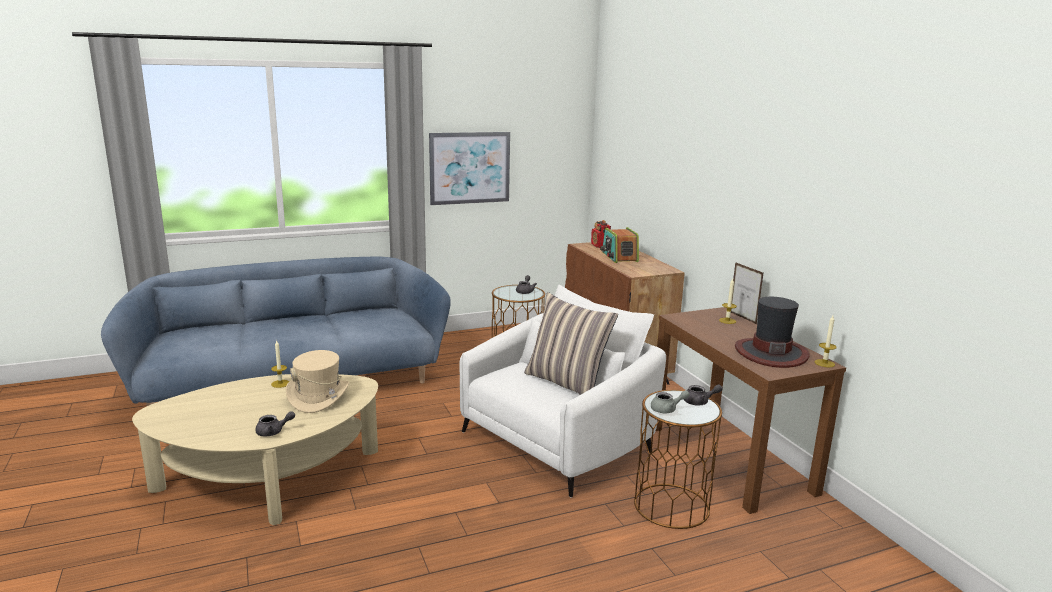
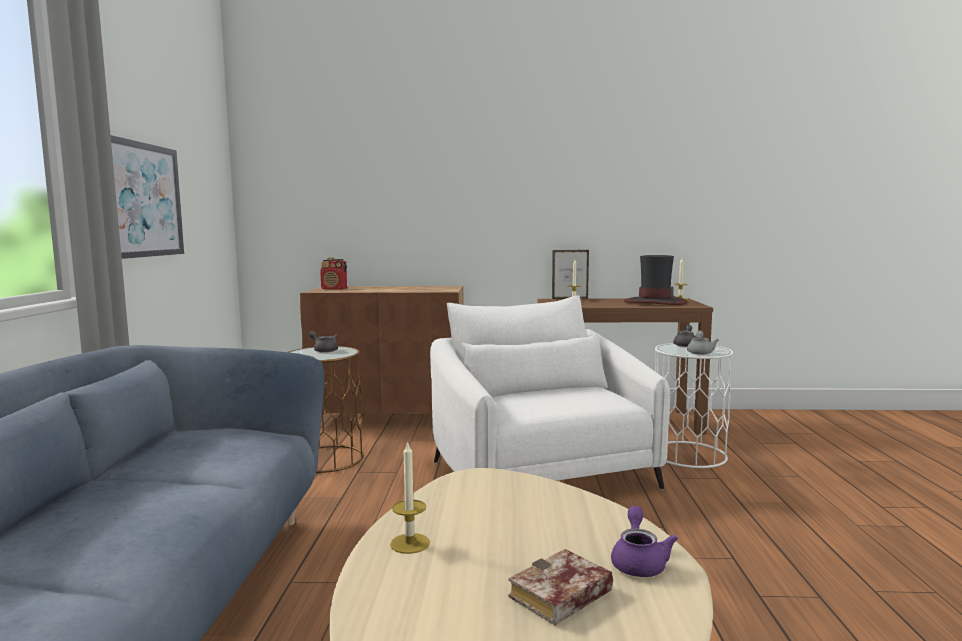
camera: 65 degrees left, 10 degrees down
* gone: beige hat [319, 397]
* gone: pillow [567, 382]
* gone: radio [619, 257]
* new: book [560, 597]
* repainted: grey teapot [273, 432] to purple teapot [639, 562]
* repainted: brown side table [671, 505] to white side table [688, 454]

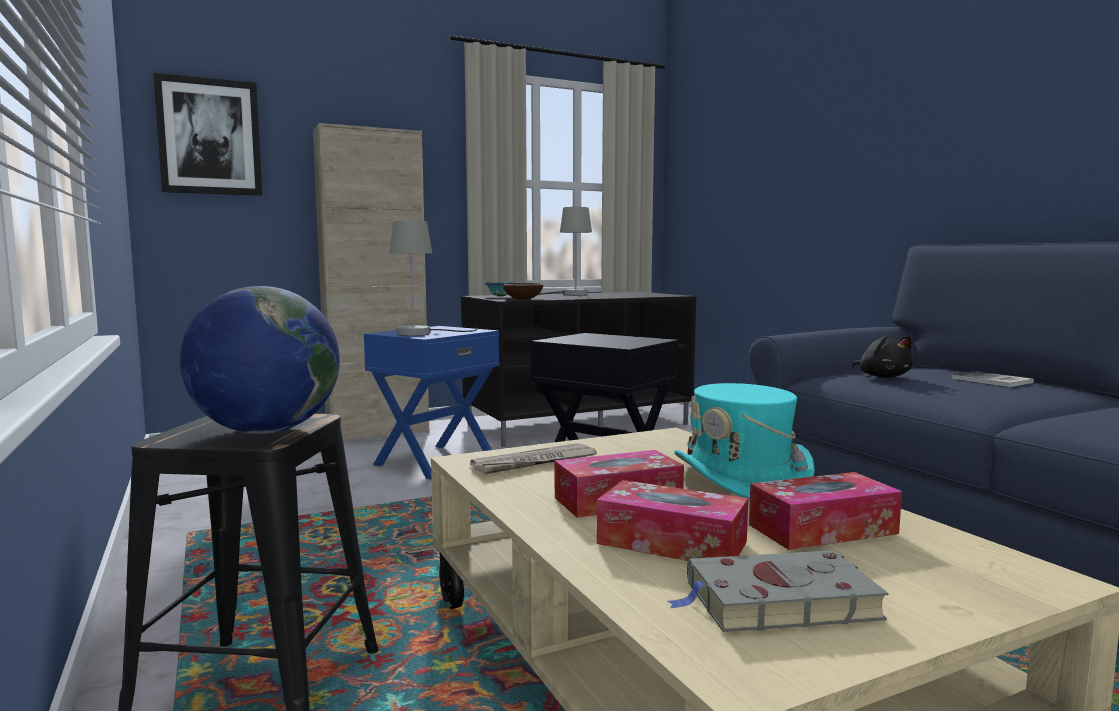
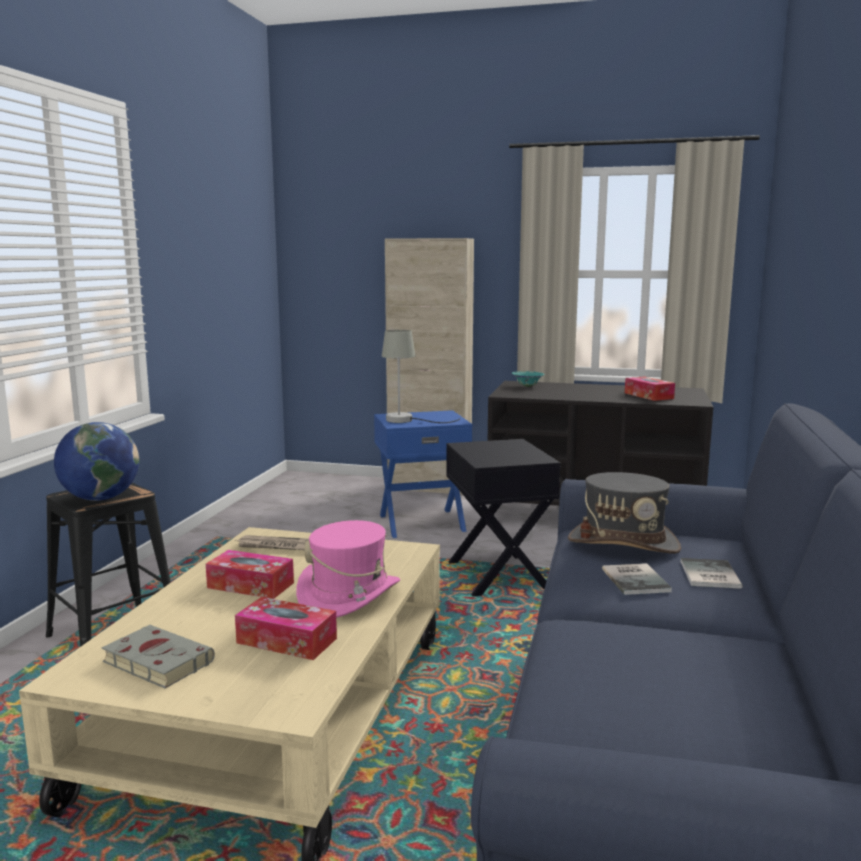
camera: 40 degrees right, 5 degrees up
* gone: picture [209, 137]
* gone: brown bowl [522, 299]
* gone: grey table lamp [568, 295]
* new: book [636, 579]
* shifted: tissue box [671, 543] to [648, 396]
* swapped: black plush toy [883, 377] to grey hat [623, 543]
* repainted: turquoise hat [742, 479] to pink hat [349, 596]

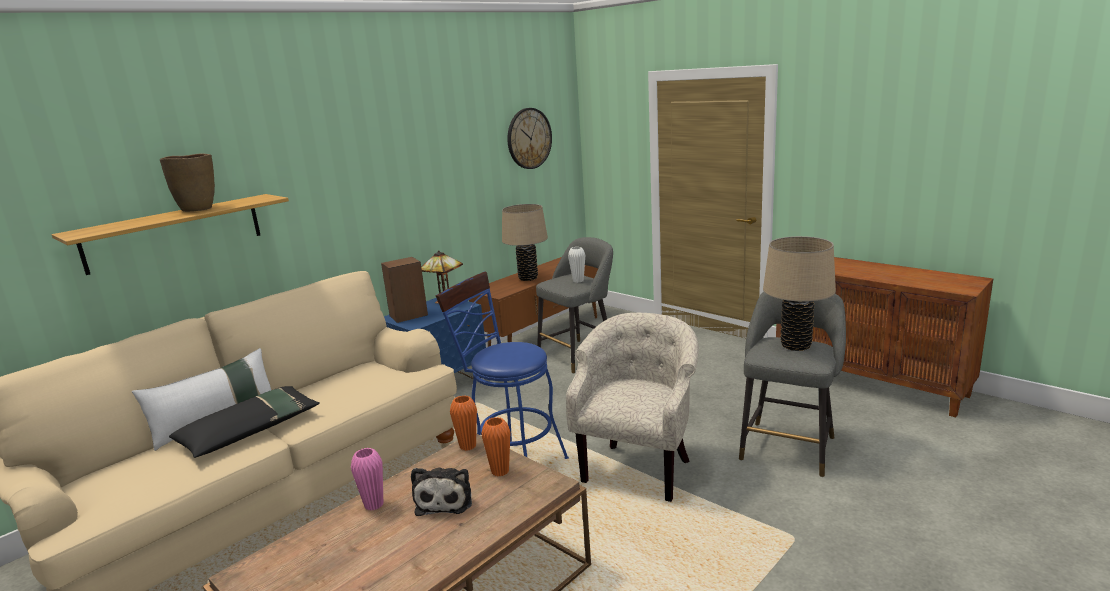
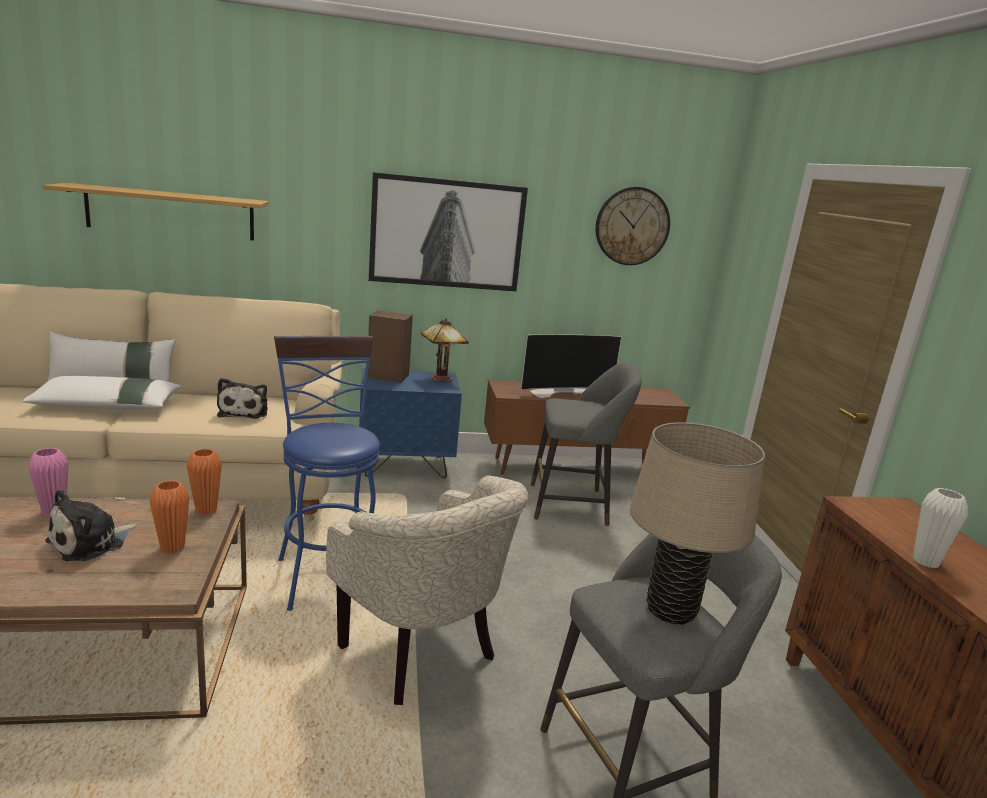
camera: 35 degrees right, 0 degrees up
* gone: brown vase [198, 209]
* new: plush toy [244, 412]
* new: picture [447, 234]
* shifted: white vase [578, 281] to [925, 561]
* swapped: beige table lamp [528, 278] to television [564, 392]
* repainted: black pillow [250, 431] to white pillow [107, 406]
* rotated: beige armchair [639, 468] = [423, 656] 75 degrees clockwise

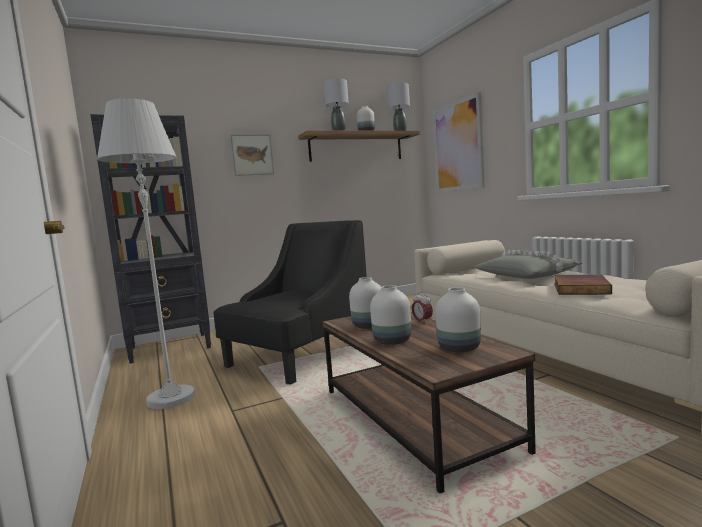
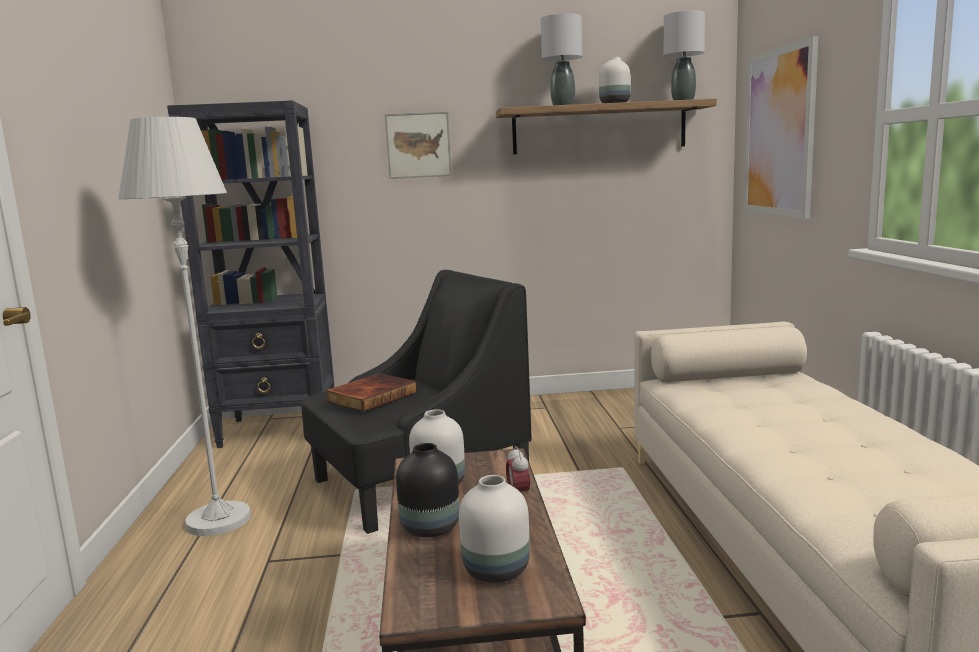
camera: 20 degrees right, 5 degrees up
* gone: grey pillow [527, 275]
* shifted: book [579, 288] to [371, 396]
* repainted: white vase [391, 341] to black vase [428, 528]

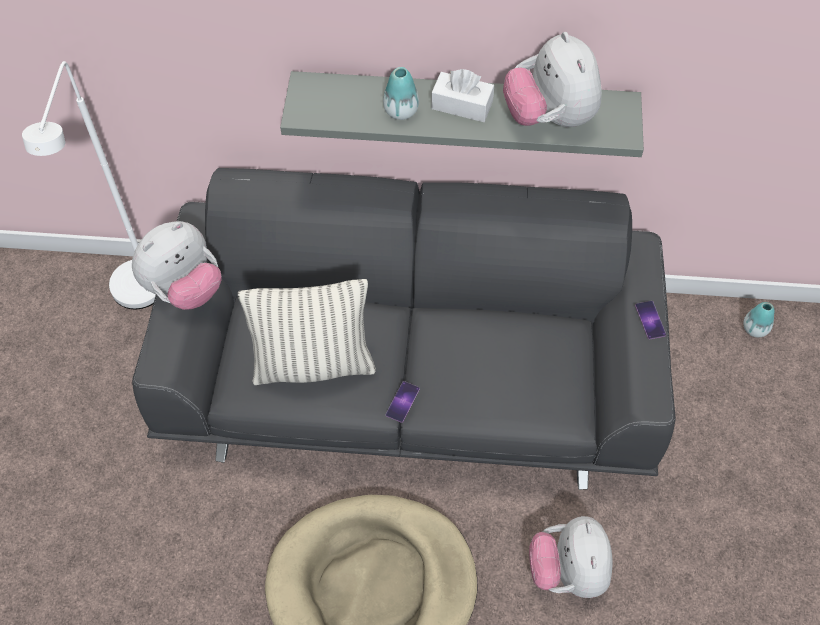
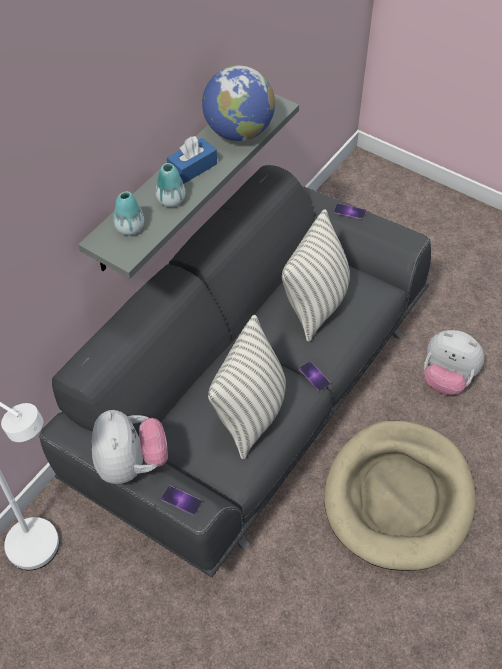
camera: 60 degrees left, 5 degrees down
* new: phone [181, 500]
* new: pillow [315, 304]
* shifted: vase [755, 329] to [130, 228]
* swapped: plush toy [549, 117] to globe [239, 132]
* repainted: white tissue box [462, 105] to blue tissue box [192, 168]

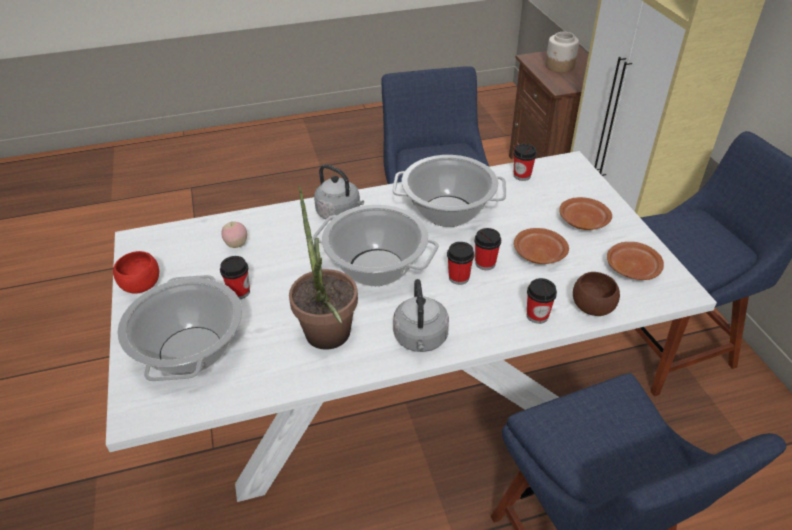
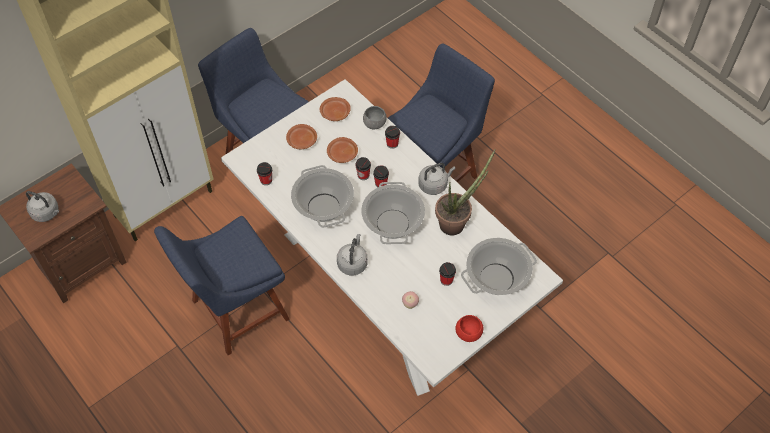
camera: 115 degrees left, 15 degrees up
* swapped: jar [559, 66] to grey kettle [47, 213]
* repainted: brown bowl [592, 307] to grey bowl [374, 124]

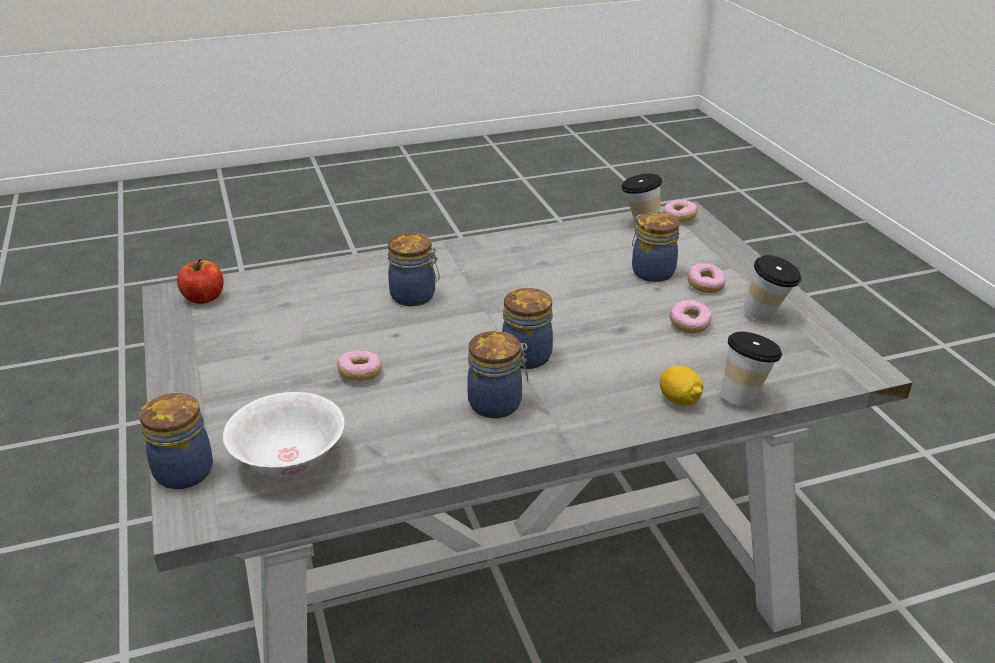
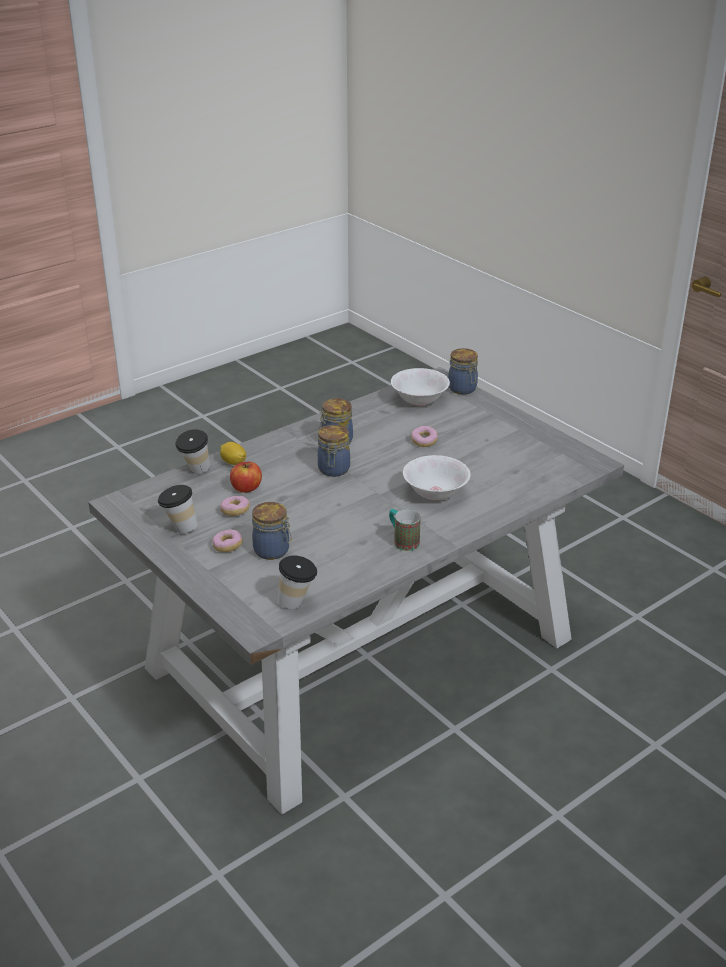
camera: 160 degrees right, 0 degrees up
* gone: donut [679, 218]
* new: mug [402, 541]
* shifted: apple [203, 298] to [246, 488]
* swapped: jar [415, 296] to white bowl [435, 494]

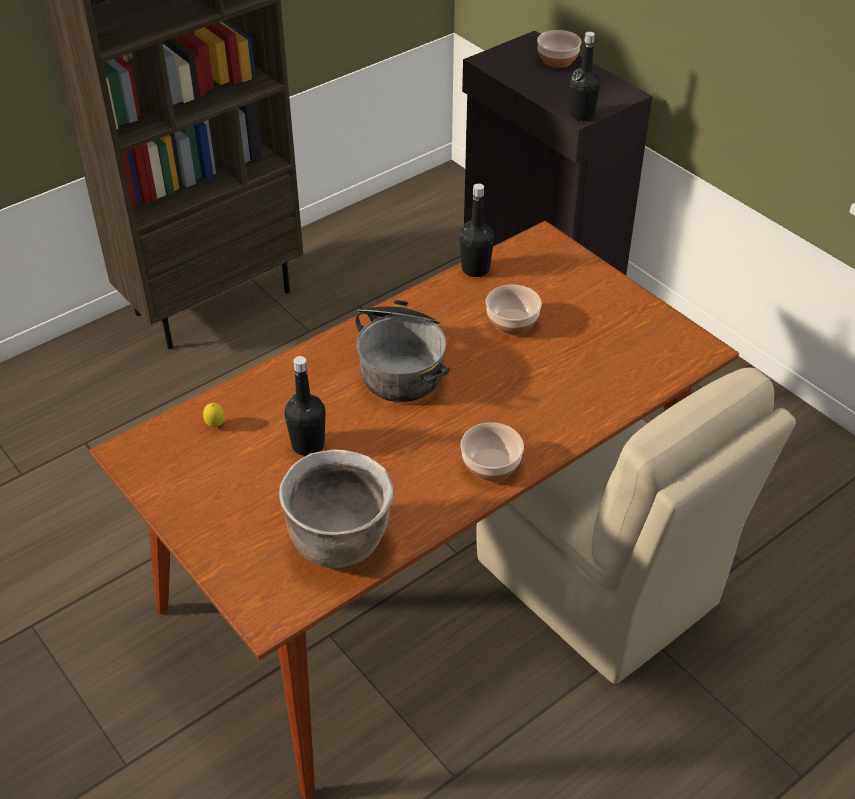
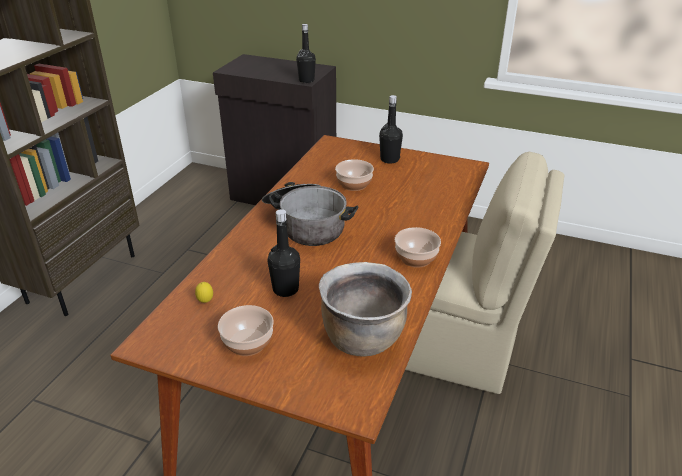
camera: 30 degrees left, 10 degrees down
* shifted: black bottle [475, 269] to [389, 159]
* shifted: bowl [557, 60] to [247, 343]

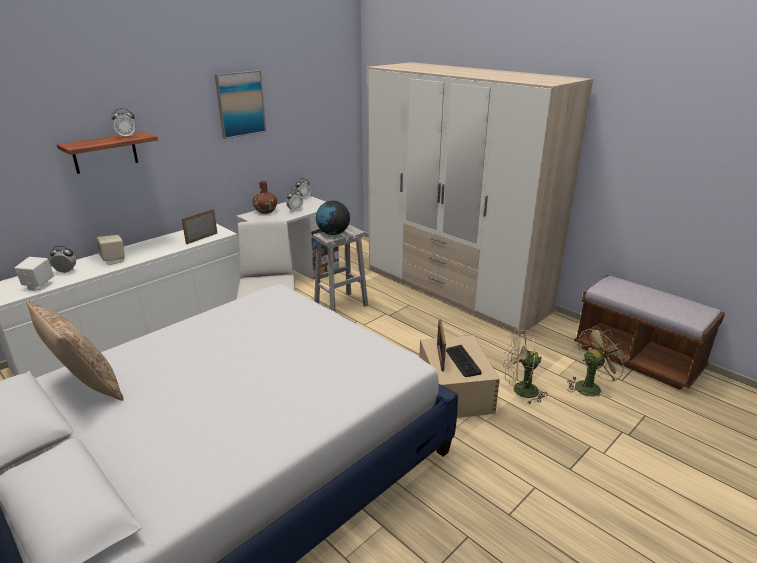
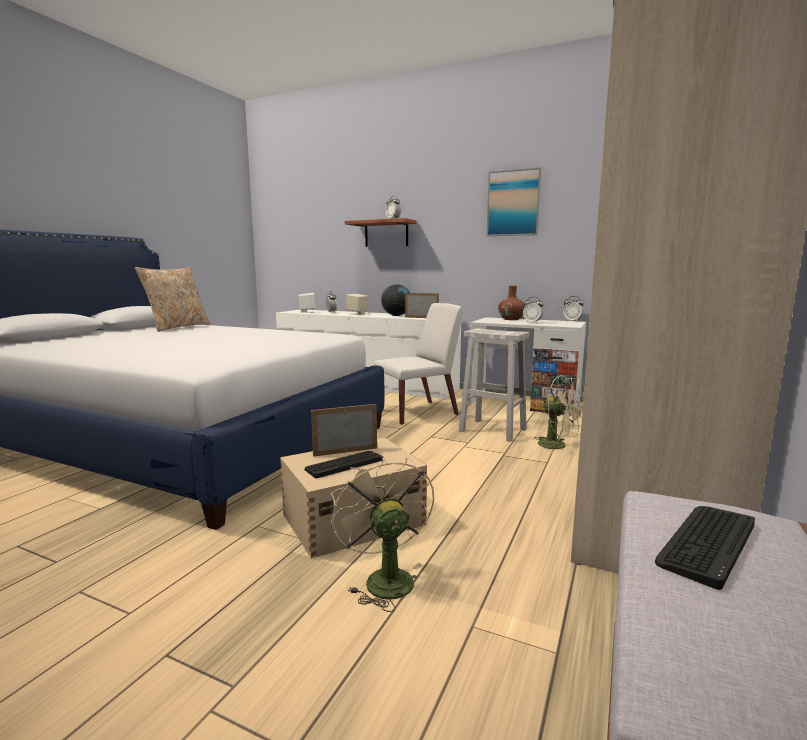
camera: 70 degrees right, 15 degrees down
* new: keyboard [706, 543]
* shifted: globe [333, 233] to [396, 315]
* shifted: beige fan [591, 386] to [558, 446]

